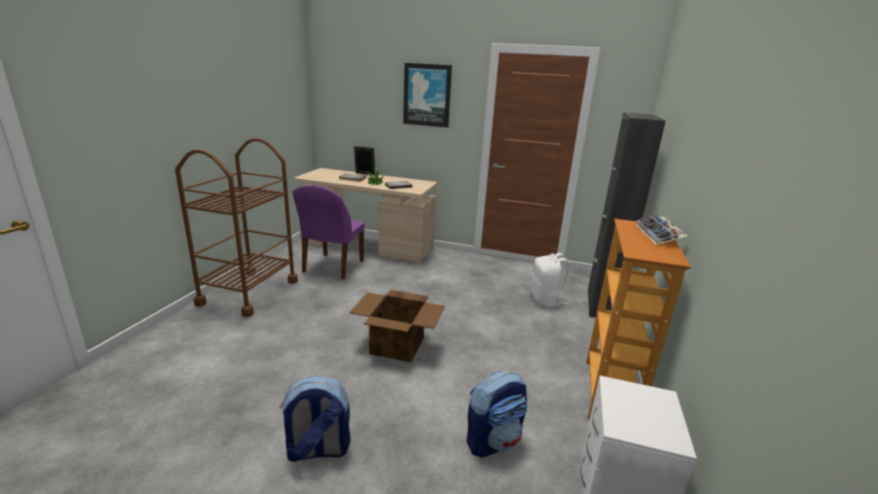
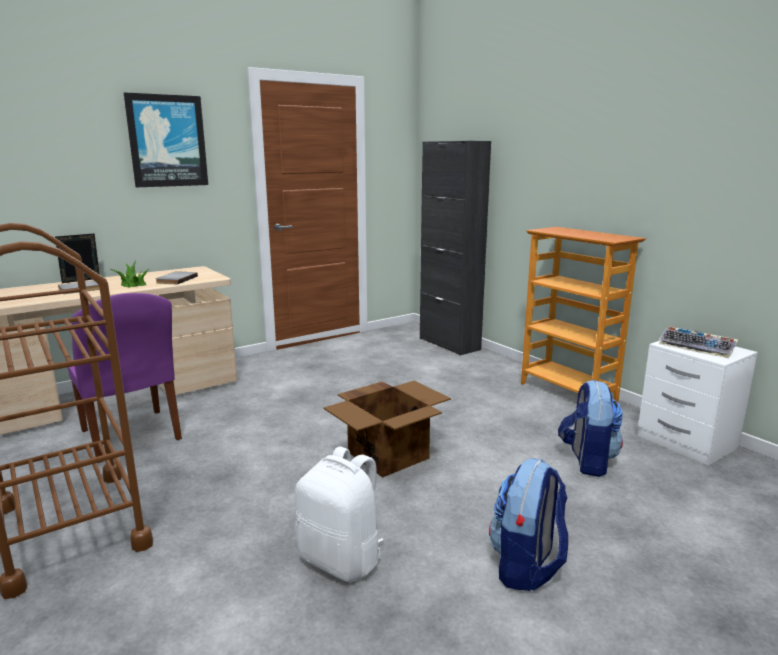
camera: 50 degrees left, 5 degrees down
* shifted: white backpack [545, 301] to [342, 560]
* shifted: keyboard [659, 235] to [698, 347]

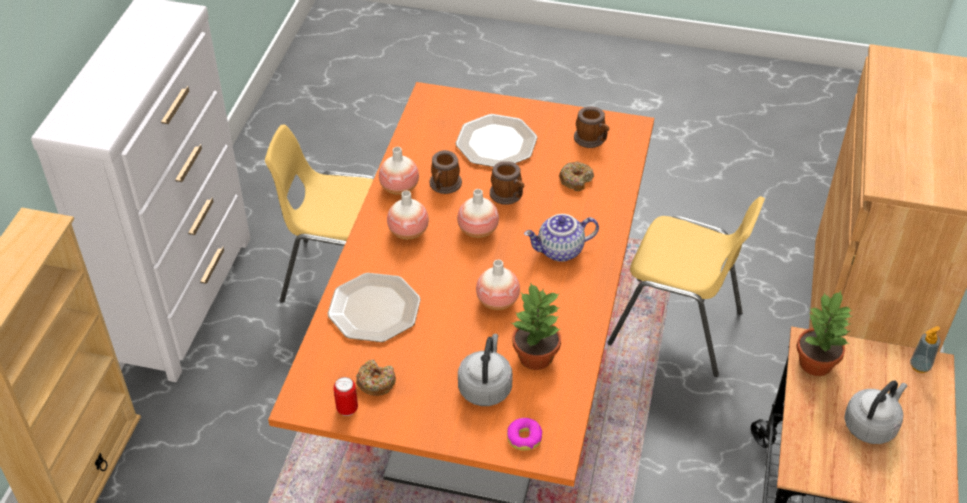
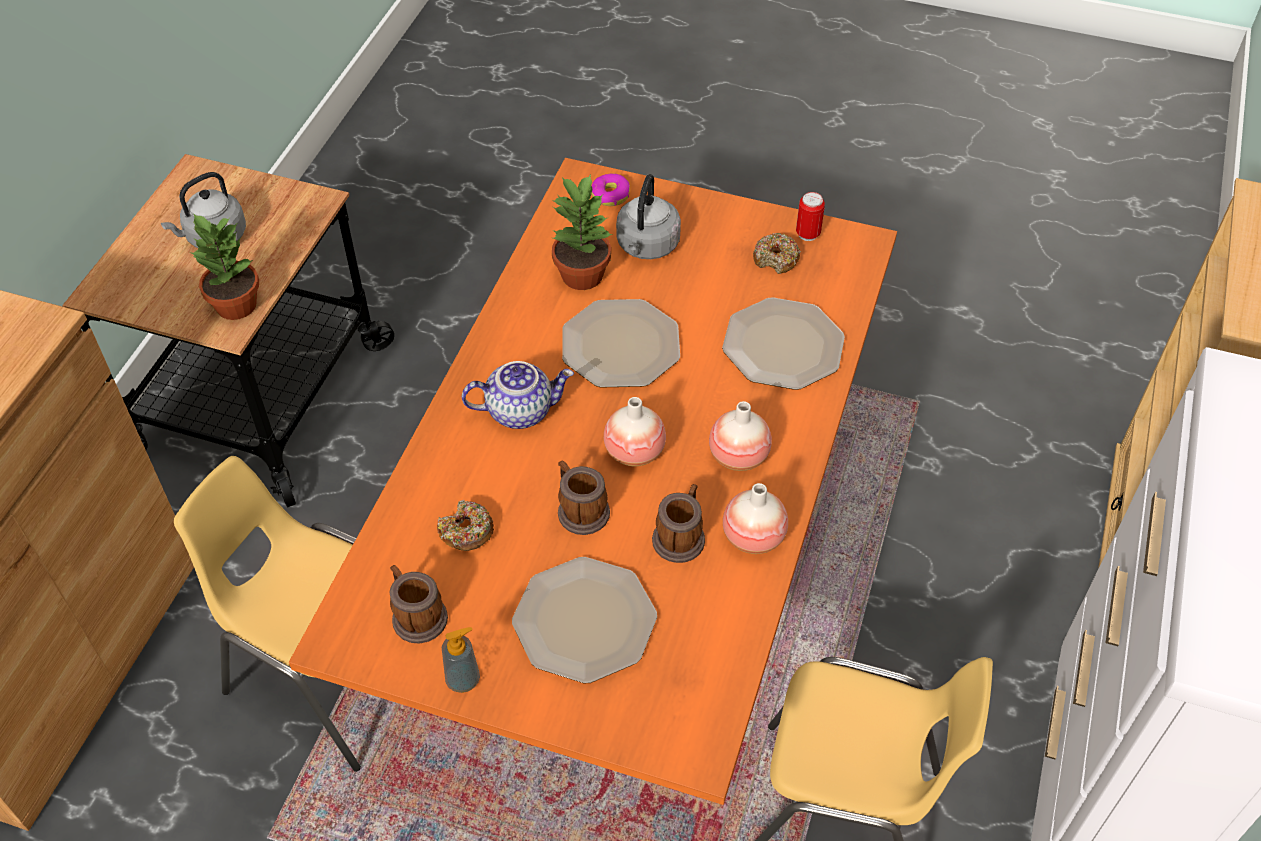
camera: 175 degrees left, 5 degrees up
* shifted: soap dispenser [920, 366] to [463, 680]
* swapped: vase [497, 301] to plate [619, 345]

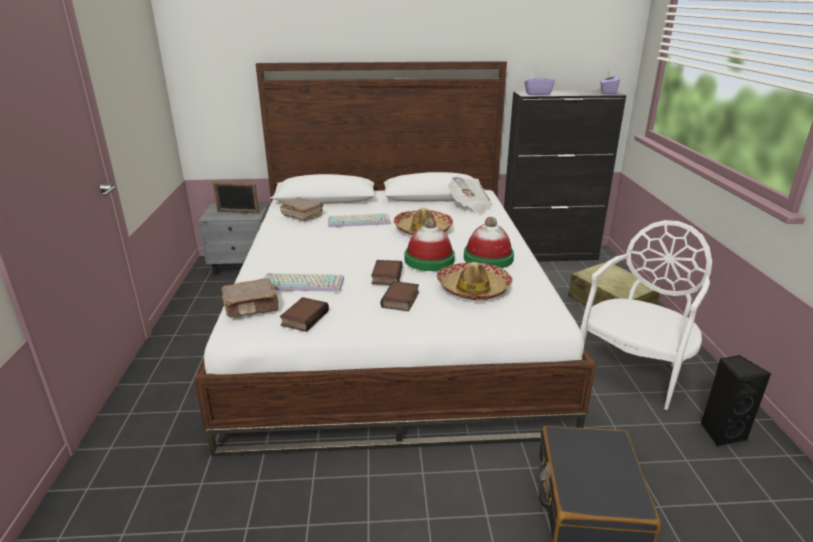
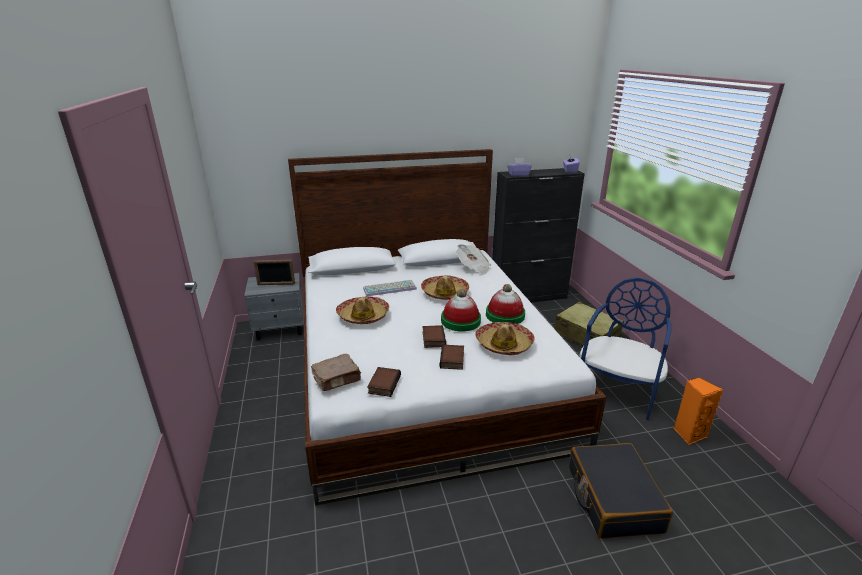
camera: 10 degrees left, 0 degrees up
* gone: keyboard [303, 283]
* gone: brown book [302, 216]
* new: hat [363, 316]
* repainted: white chair [634, 371] to blue chair [617, 391]
* repainted: black speaker [721, 433] to orange speaker [689, 433]

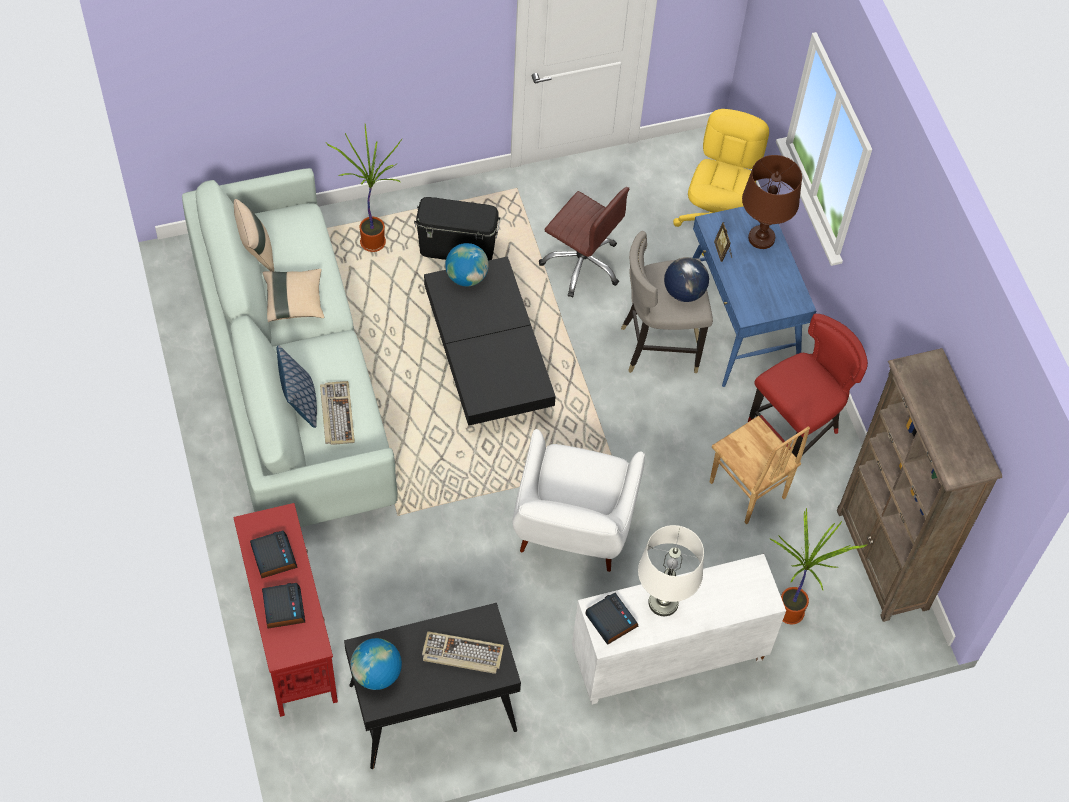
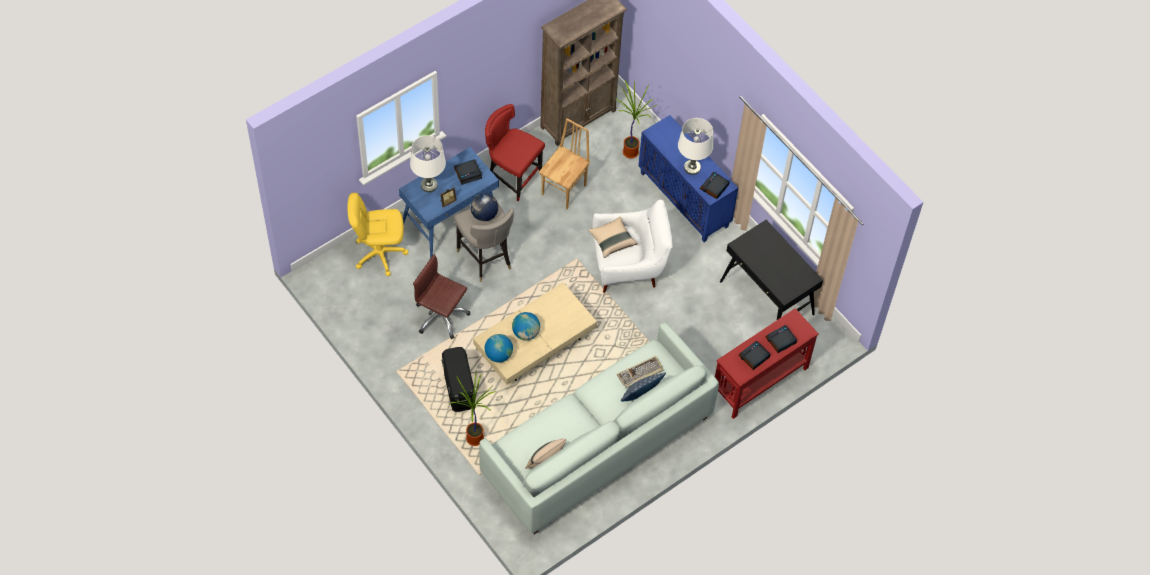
camera: 110 degrees left, 0 degrees up
* gone: keyboard [461, 654]
* new: alarm clock [468, 173]
* shifted: beige pillow [294, 302] to [612, 241]
* shifted: globe [377, 674] to [526, 333]
* repainted: black coffee table [486, 359] to beige coffee table [535, 345]
* repainted: white cabinet [668, 659] to blue cabinet [685, 200]
* repainted: brown table lamp [761, 238] to white table lamp [429, 185]
* rotated: brown office chair [582, 263] = [441, 316] 75 degrees counterclockwise

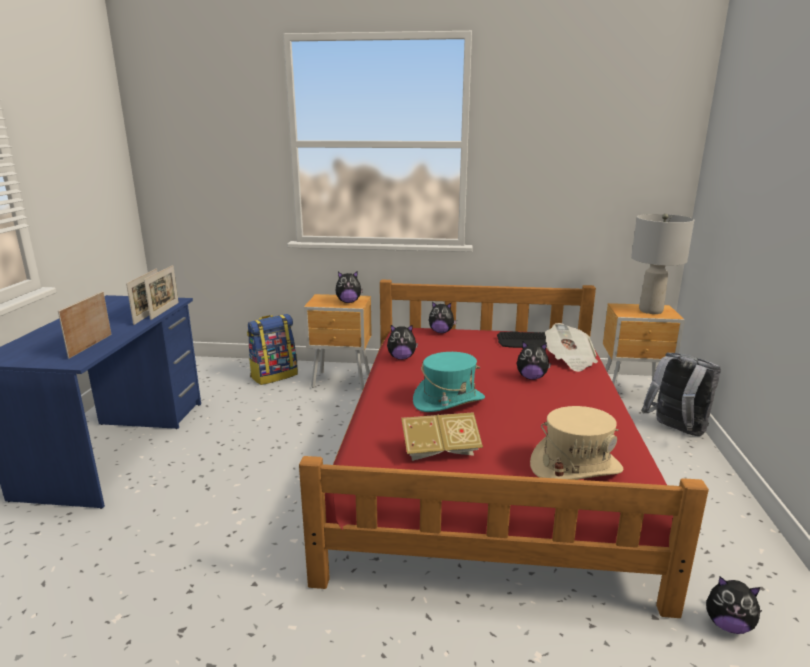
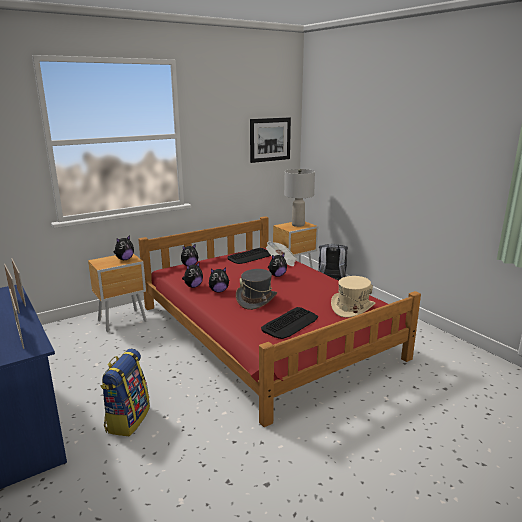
camera: 40 degrees left, 0 degrees up
* new: picture [270, 139]
* shifted: backpack [274, 376] to [127, 419]
* shifted: plush toy [727, 625] to [219, 291]
* swapped: book [440, 451] to keyboard [290, 323]
* repainted: turquoise hat [448, 401] to grey hat [256, 300]

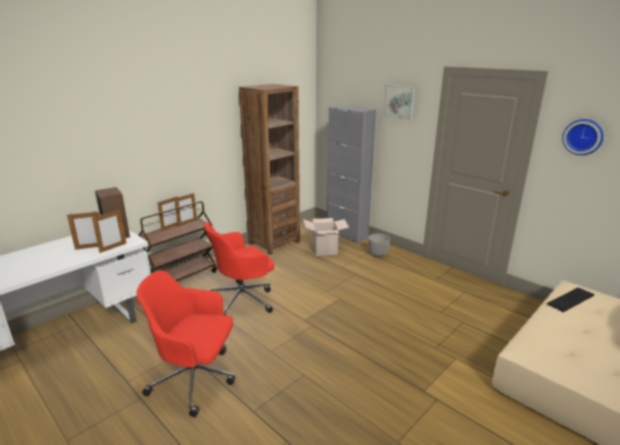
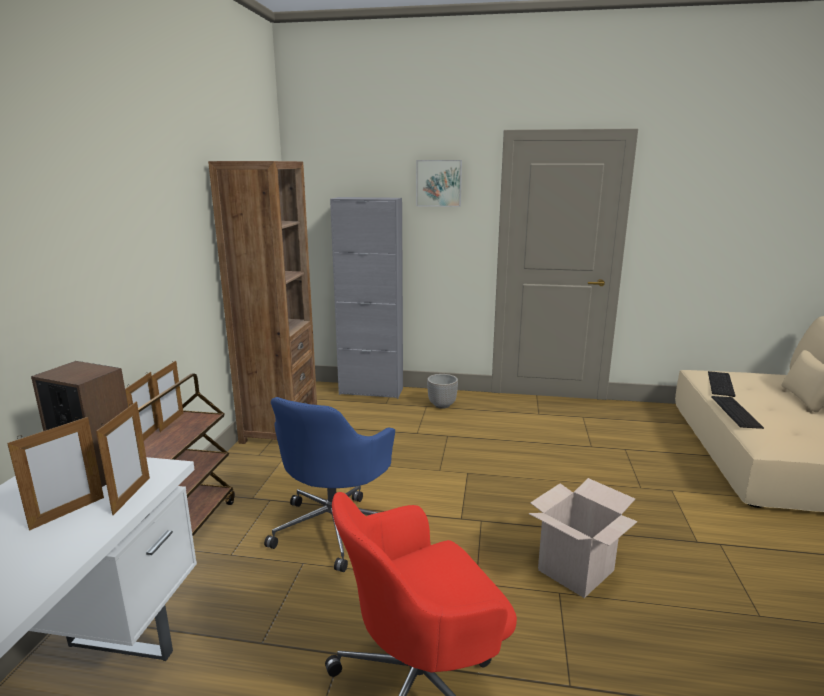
camera: 35 degrees left, 5 degrees down
* gone: wall clock [583, 136]
* new: keyboard [735, 412]
* shifted: cardboard box [325, 250] to [576, 570]
* repainted: red office chair [243, 299] to blue office chair [335, 527]

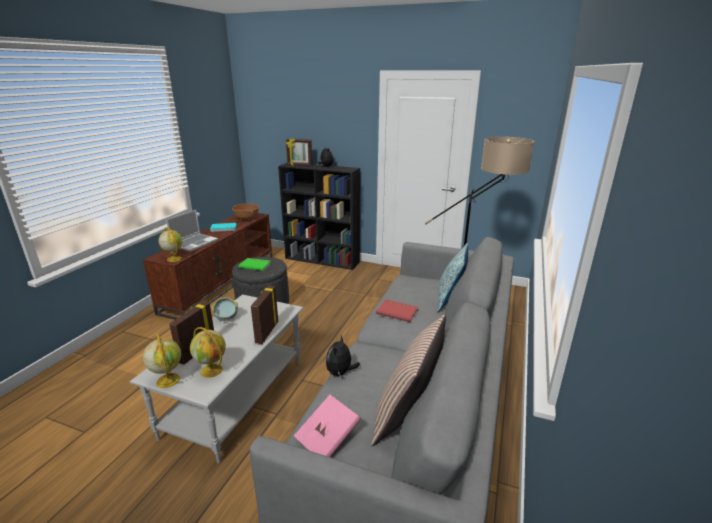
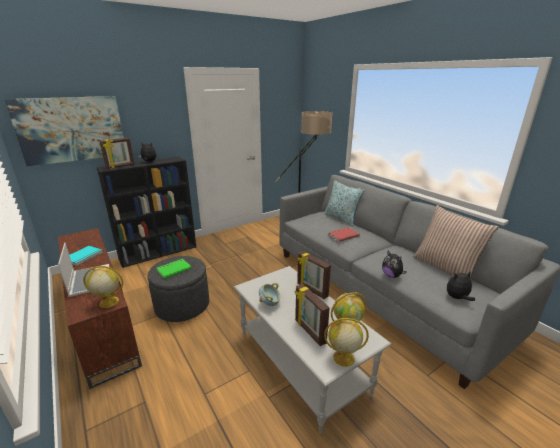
camera: 55 degrees left, 0 degrees up
* gone: brown bowl [247, 218]
* new: picture [72, 129]
* swapped: pink book [328, 438] to plush toy [457, 298]

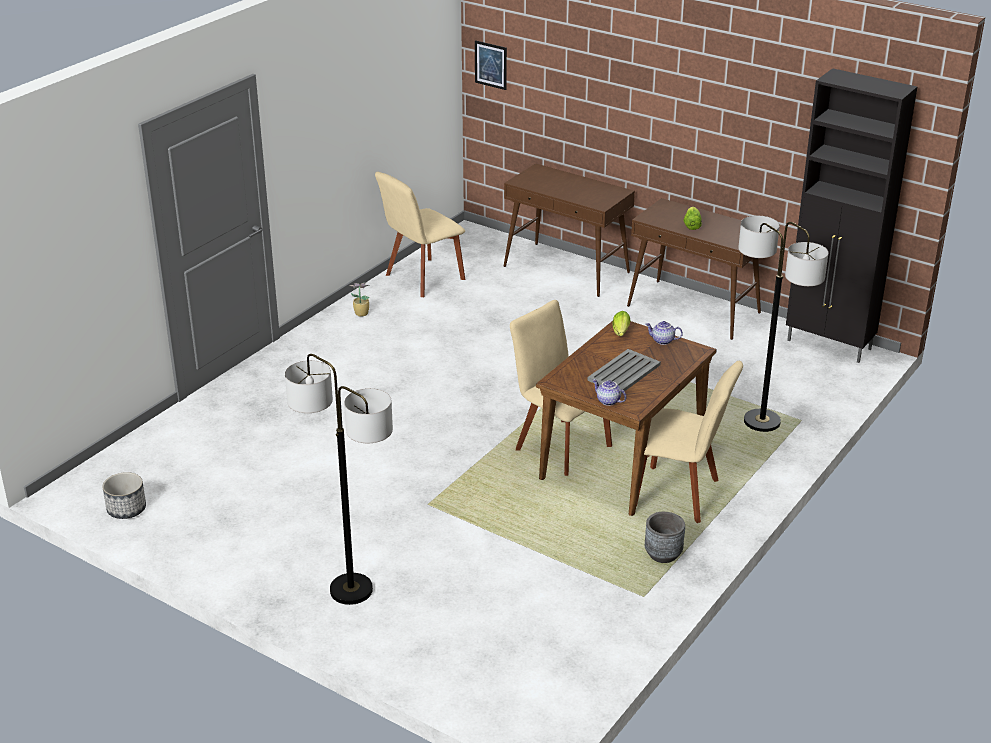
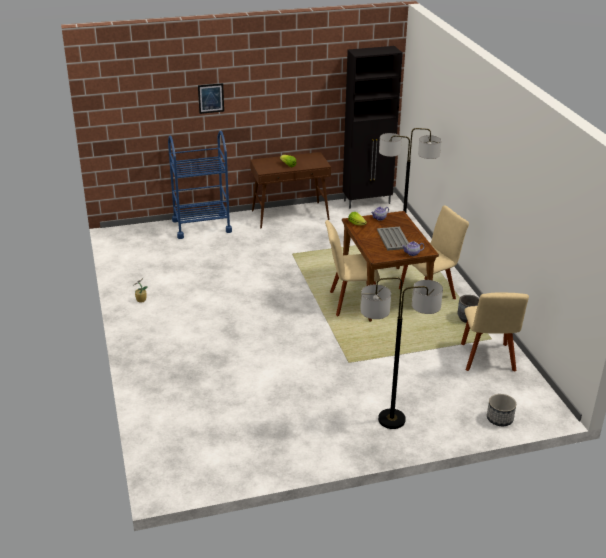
camera: 50 degrees left, 0 degrees up
* shifted: planter [126, 509] to [499, 419]
* shifted: beige chair [422, 278] to [488, 359]
* shifted: picture [490, 65] to [211, 98]
* swapped: brown console table [567, 269] to blue cart [201, 226]

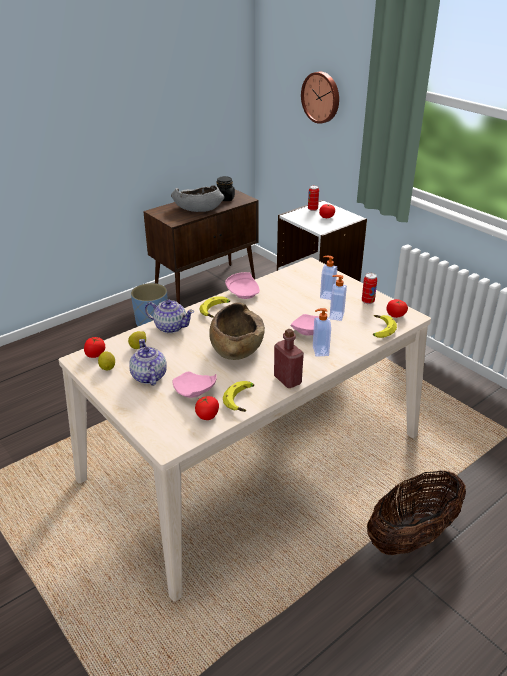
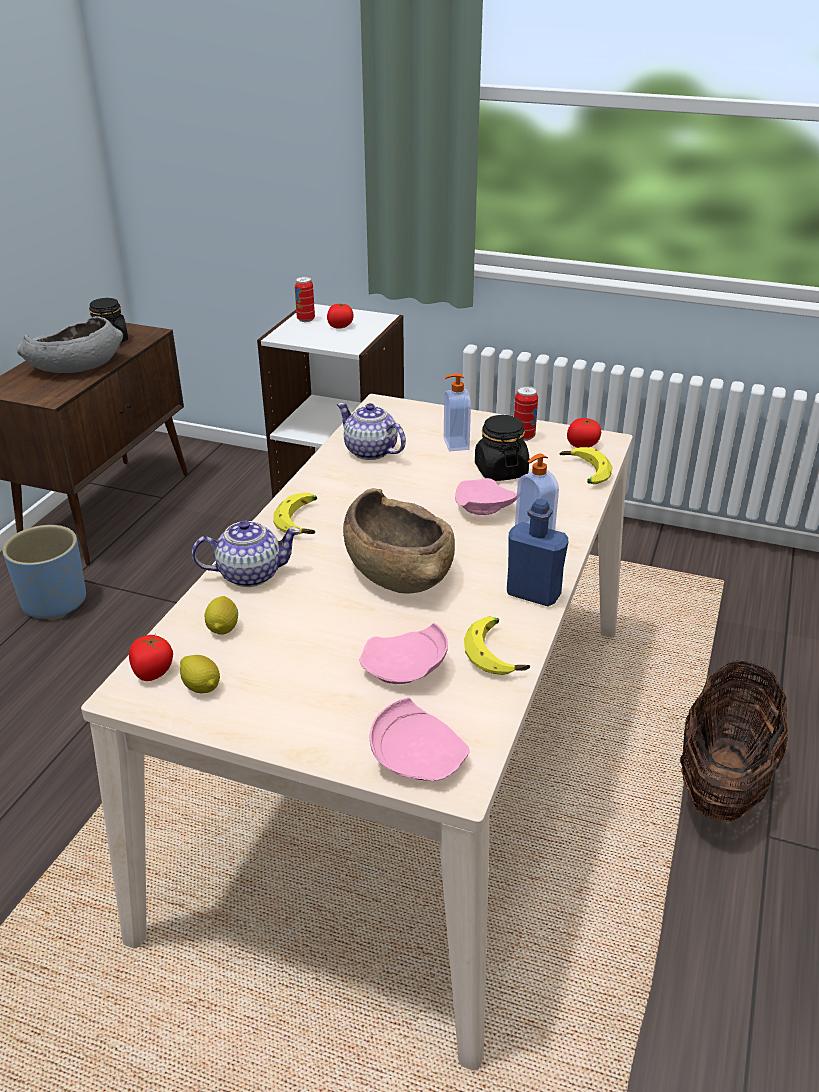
camera: 30 degrees left, 0 degrees up
* gone: tomato [207, 416]
* gone: wall clock [321, 97]
* shifted: teapot [148, 377] to [371, 452]
* shifted: pink plate [244, 292] to [418, 757]
* swapped: soap dispenser [336, 315] to black jar [500, 471]
* repainted: red bottle [287, 380] to blue bottle [533, 594]

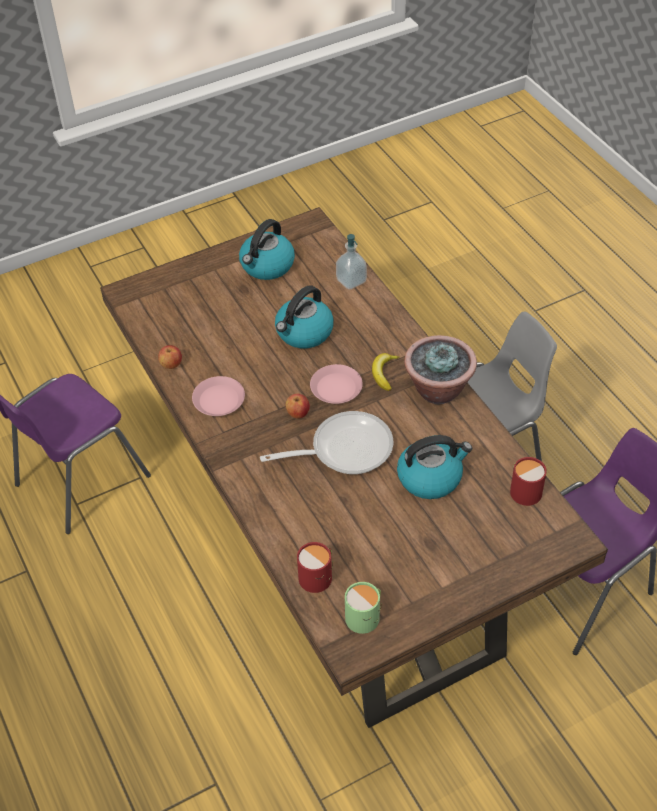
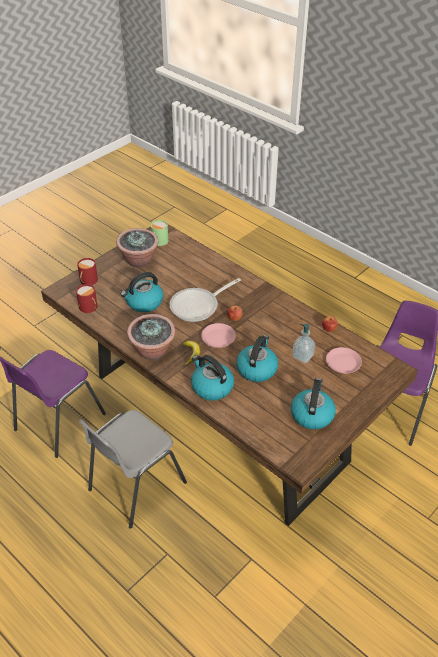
camera: 160 degrees right, 5 degrees down
* new: potted plant [139, 260]
* new: kettle [211, 387]
* shifted: pink plate [218, 400] to [343, 363]
* shifted: red mug [318, 576] to [87, 281]
* shifted: soap dispenser [351, 281] to [302, 356]

